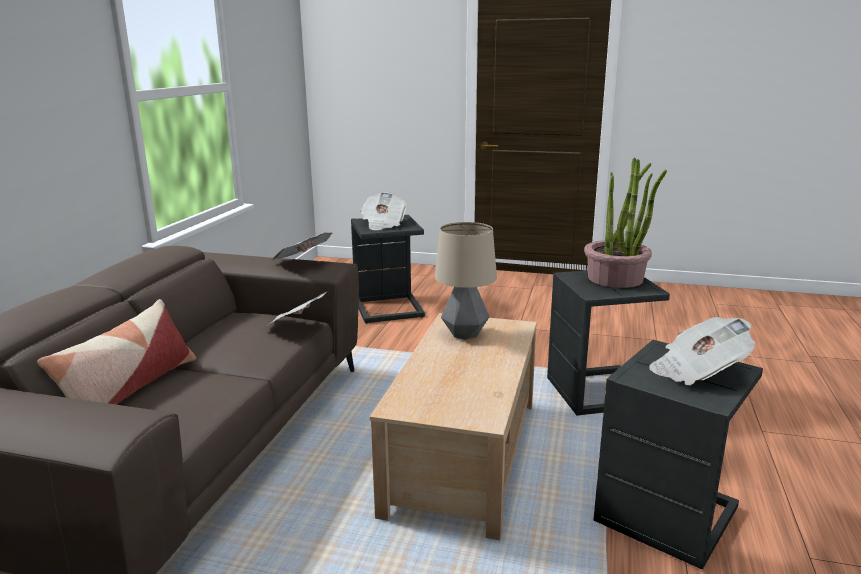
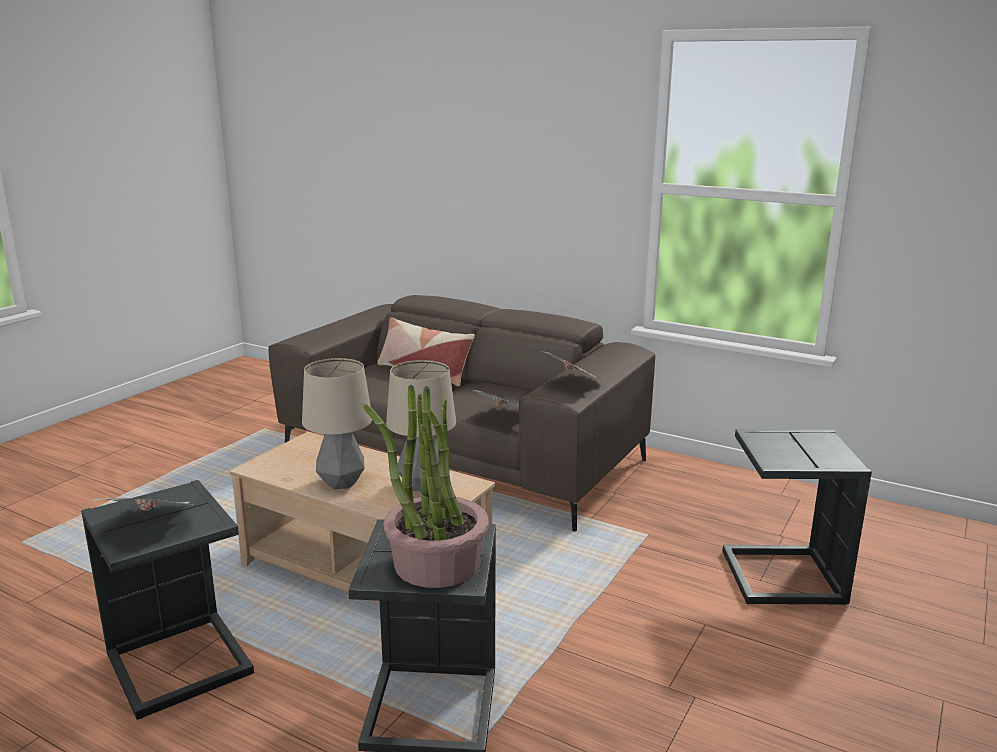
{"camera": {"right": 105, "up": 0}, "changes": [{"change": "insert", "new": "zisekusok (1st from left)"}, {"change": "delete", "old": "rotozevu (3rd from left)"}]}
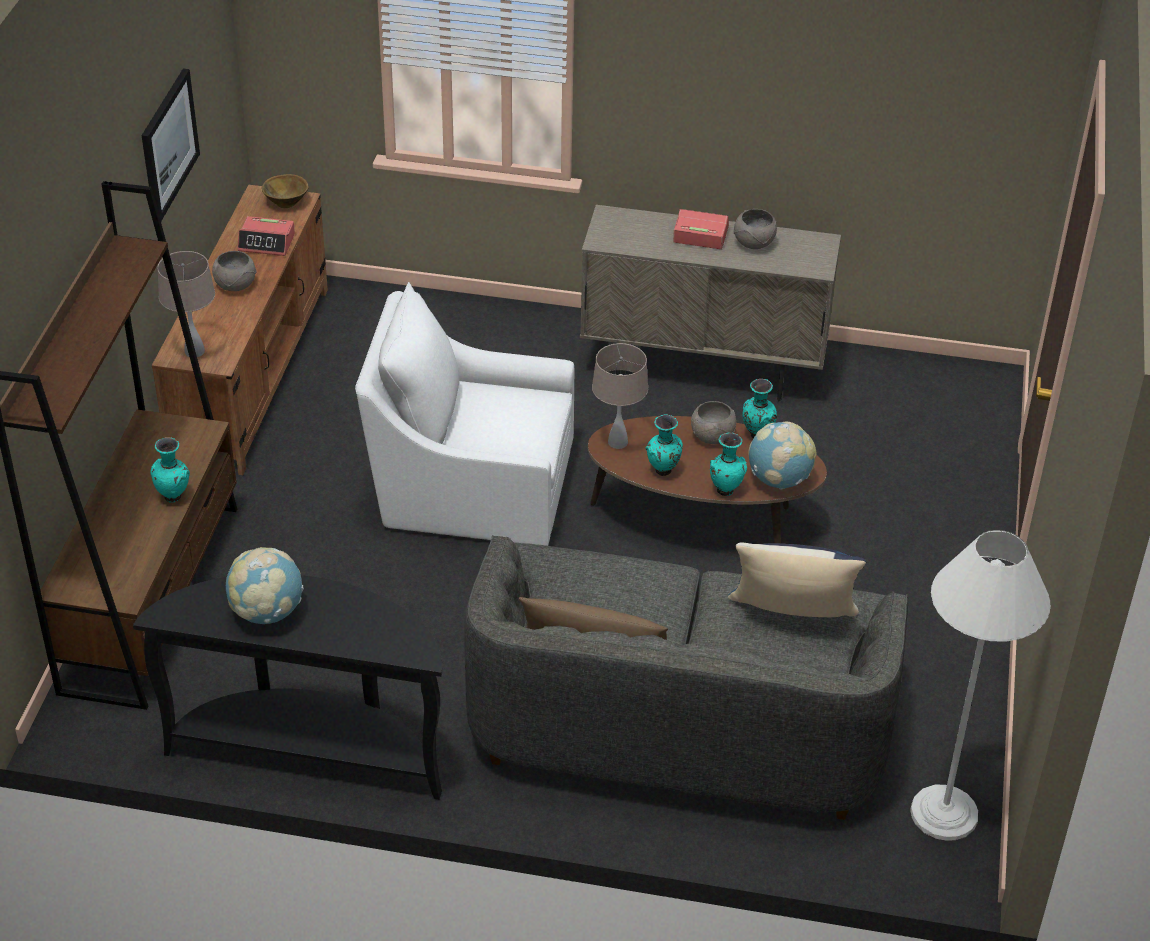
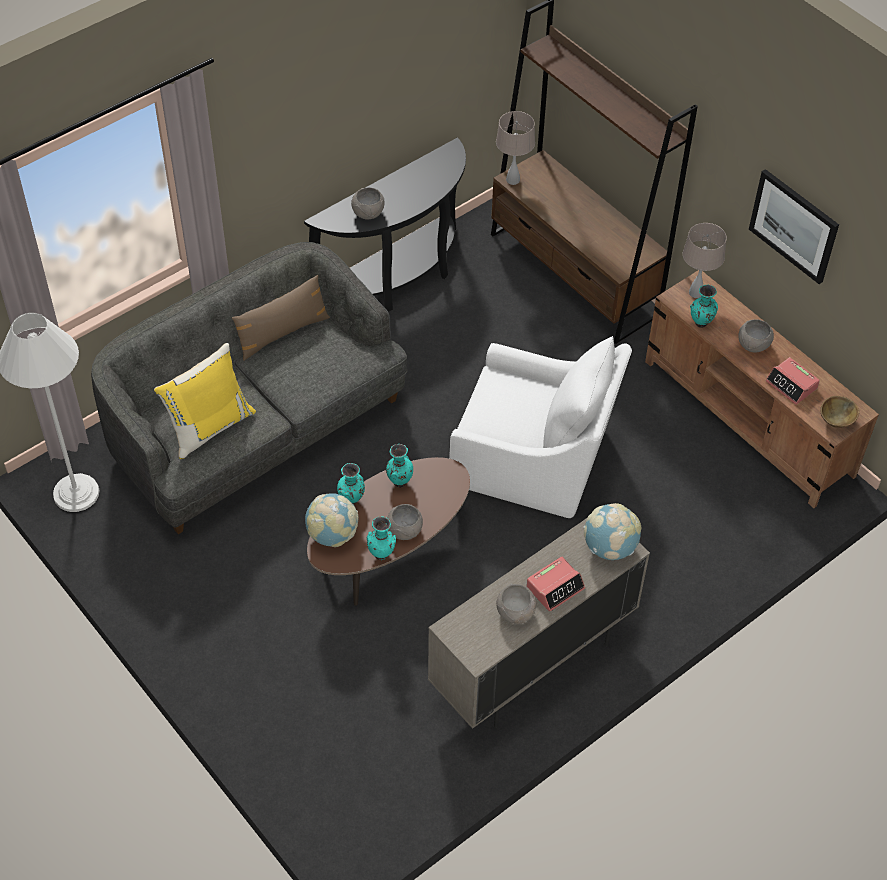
{"camera": {"right": 130, "up": 10}, "changes": [{"change": "recolor", "old": "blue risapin", "new": "yellow risapin"}, {"change": "insert", "new": "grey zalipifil (1st from left)"}, {"change": "rotate", "old": "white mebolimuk", "degrees": 60}, {"change": "move", "old": "beige zisekusok (2nd from left in the first image)", "new": "beige zisekusok (1st from left)"}, {"change": "move", "old": "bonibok (1st from left in the first image)", "new": "bonibok (2nd from left)"}, {"change": "move", "old": "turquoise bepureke (1st from left in the first image)", "new": "turquoise bepureke (4th from left)"}, {"change": "rotate", "old": "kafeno (1st from left in the first image)", "degrees": -90}]}
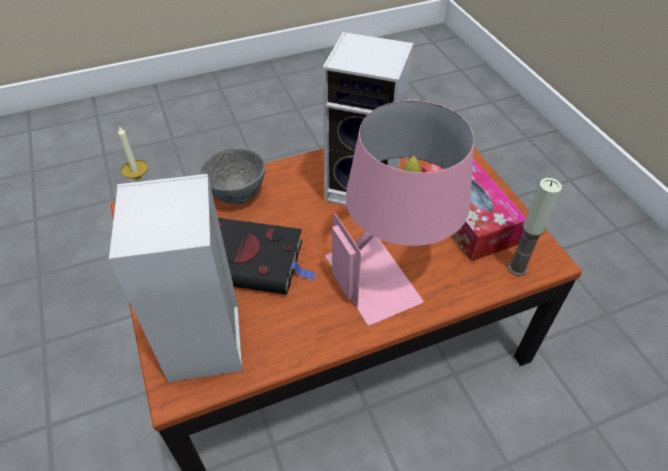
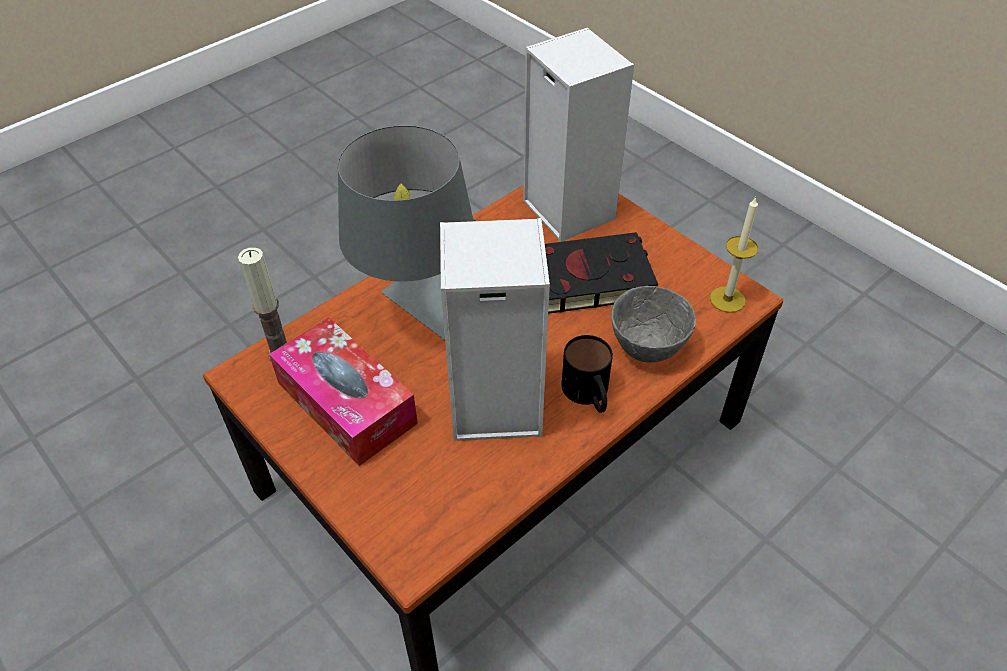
{"camera": {"right": 160, "up": 0}, "changes": [{"change": "recolor", "old": "pink zisekusok", "new": "grey zisekusok"}, {"change": "insert", "new": "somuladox"}]}
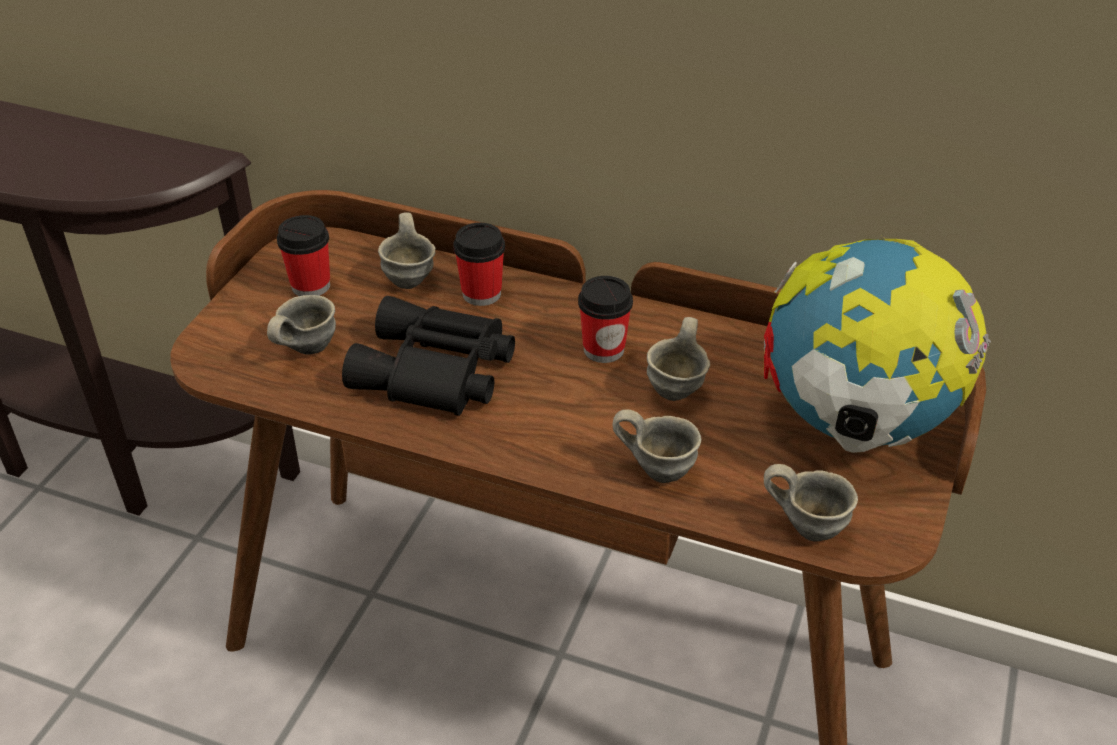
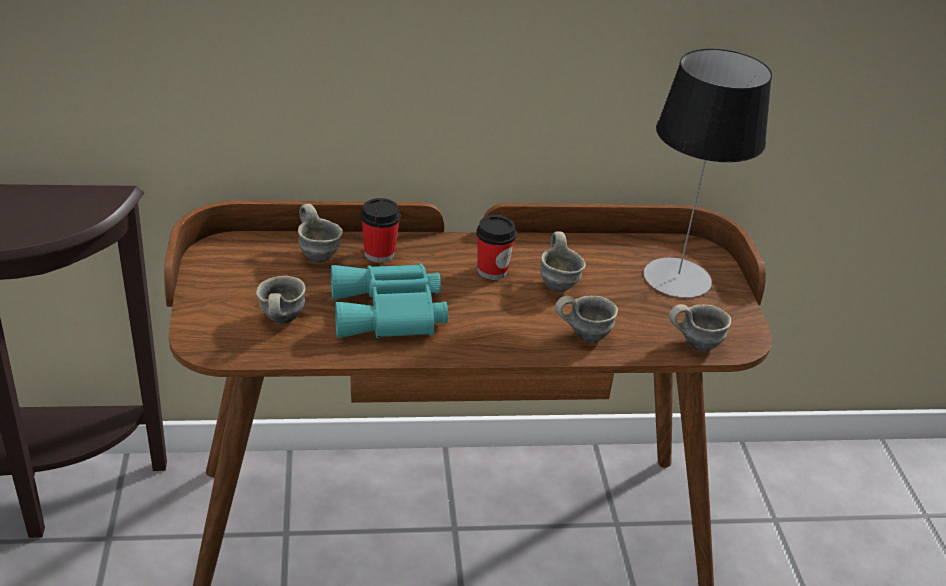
{"camera": {"right": -30, "up": -5}, "changes": [{"change": "recolor", "old": "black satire", "new": "turquoise satire"}, {"change": "replace", "old": "bonibok", "new": "zisekusok"}, {"change": "delete", "old": "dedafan (1st from left)"}]}
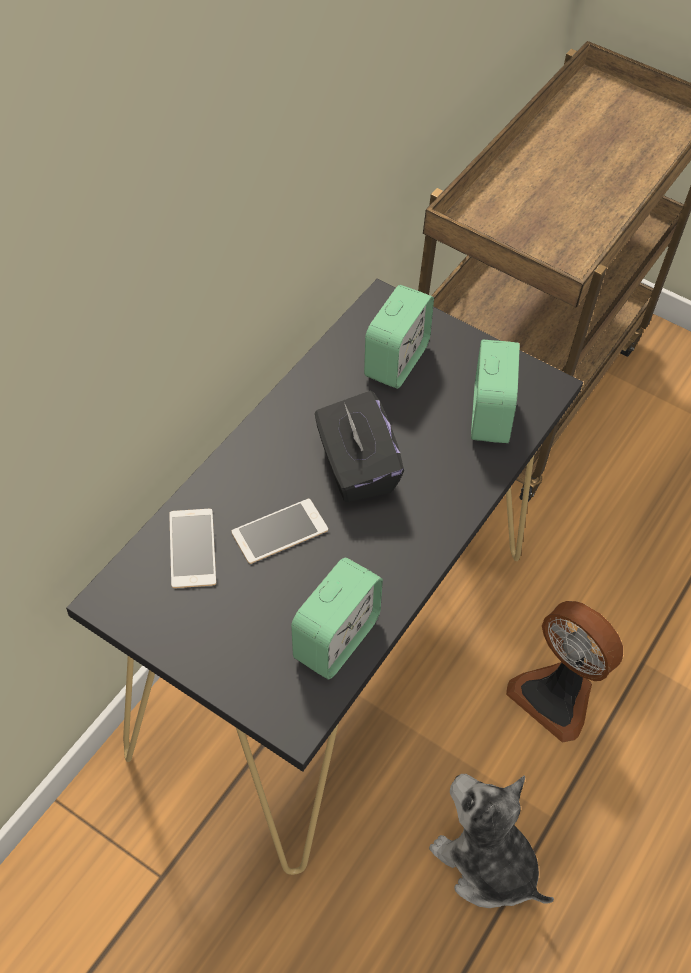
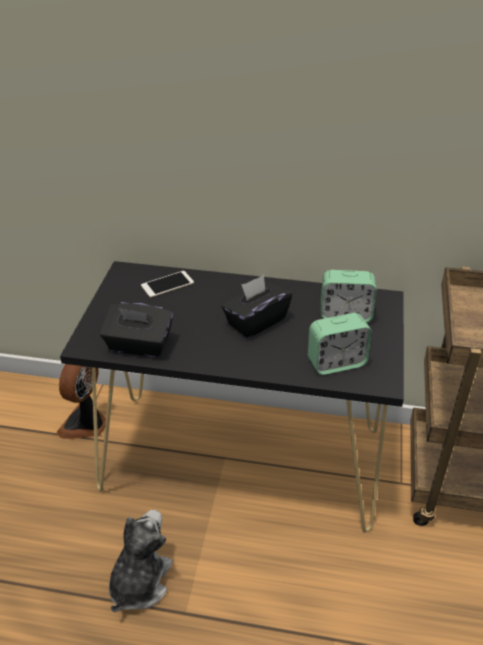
{"camera": {"right": 70, "up": -15}, "changes": [{"change": "move", "old": "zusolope"}, {"change": "replace", "old": "kafeno (1st from left)", "new": "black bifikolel (1st from left)"}, {"change": "delete", "old": "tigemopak (2nd from left)"}]}
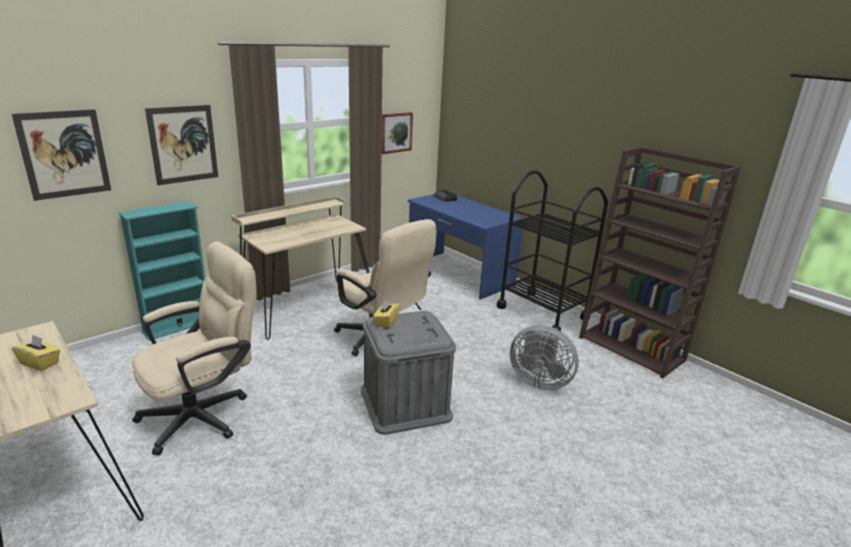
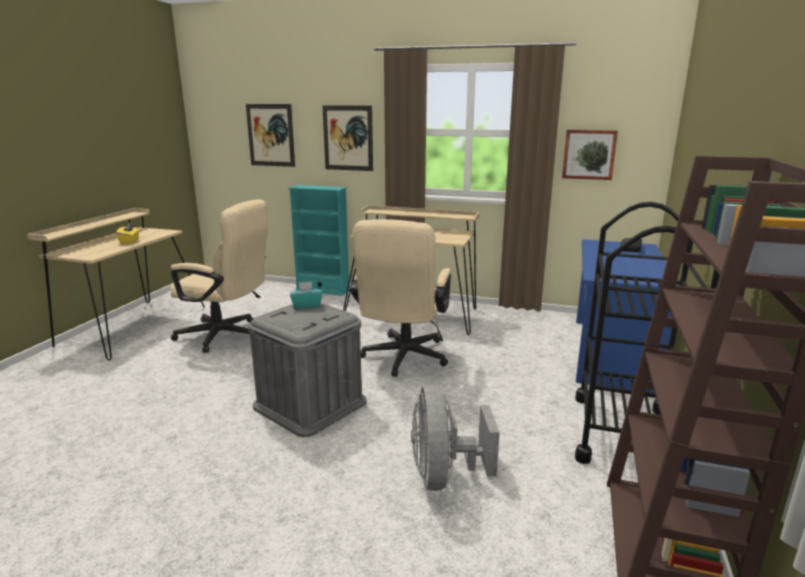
{"camera": {"right": 60, "up": -5}, "changes": [{"change": "recolor", "old": "yellow bifikolel (2nd from left)", "new": "turquoise bifikolel"}]}
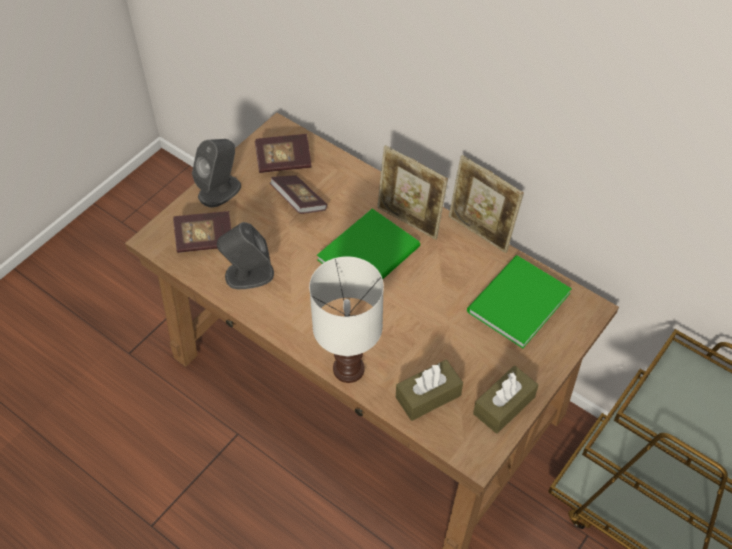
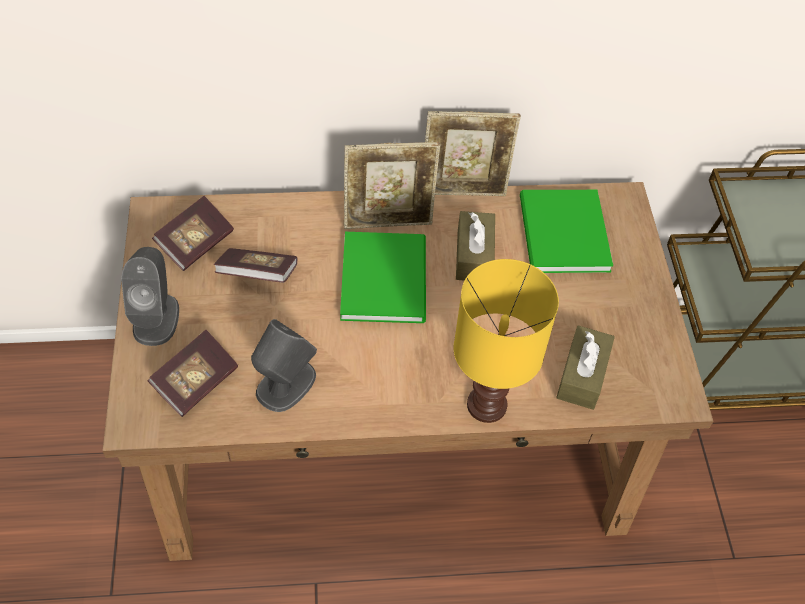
{"camera": {"right": -45, "up": 0}, "changes": [{"change": "recolor", "old": "white zisekusok", "new": "yellow zisekusok"}, {"change": "move", "old": "brown bifikolel (2nd from left in the first image)", "new": "brown bifikolel (1st from left)"}]}
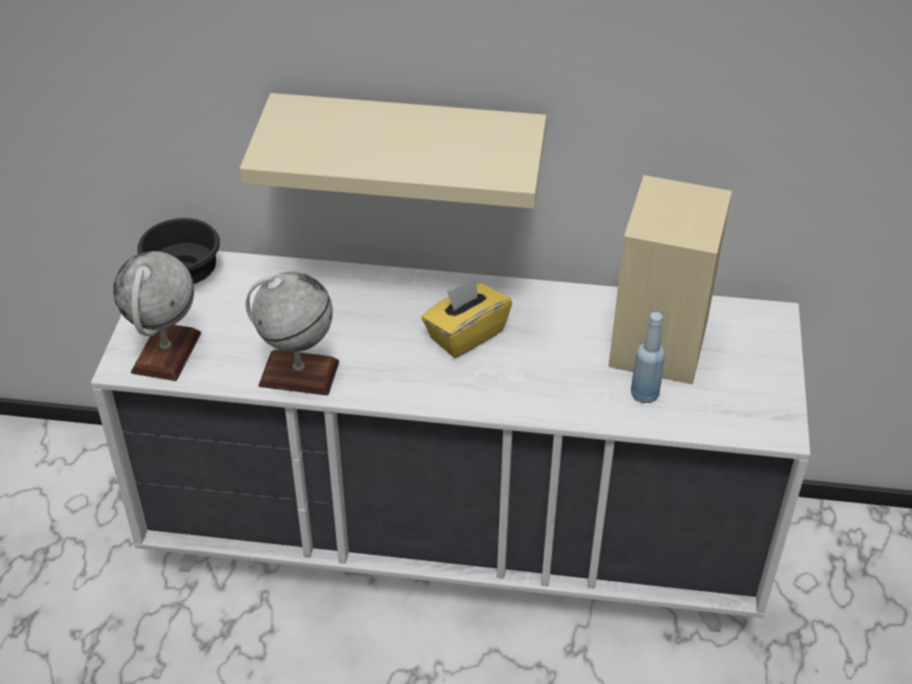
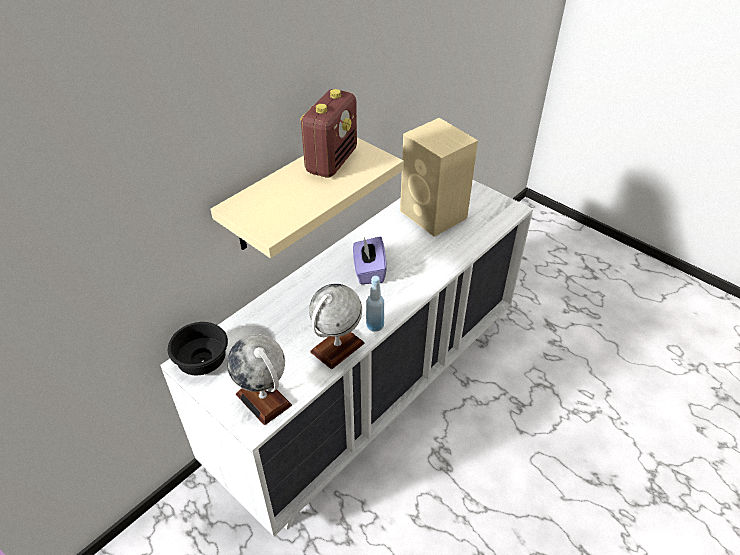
{"camera": {"right": -55, "up": 0}, "changes": [{"change": "insert", "new": "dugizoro"}, {"change": "recolor", "old": "yellow bifikolel", "new": "purple bifikolel"}, {"change": "move", "old": "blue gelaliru"}]}
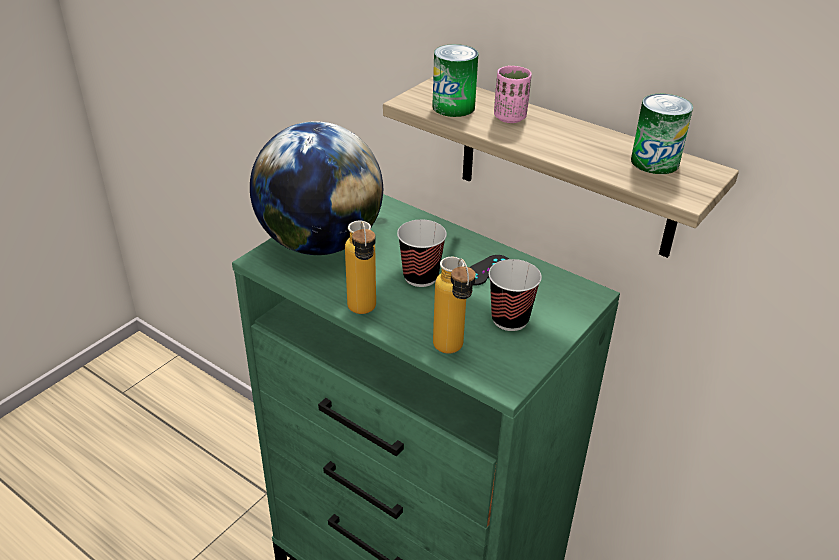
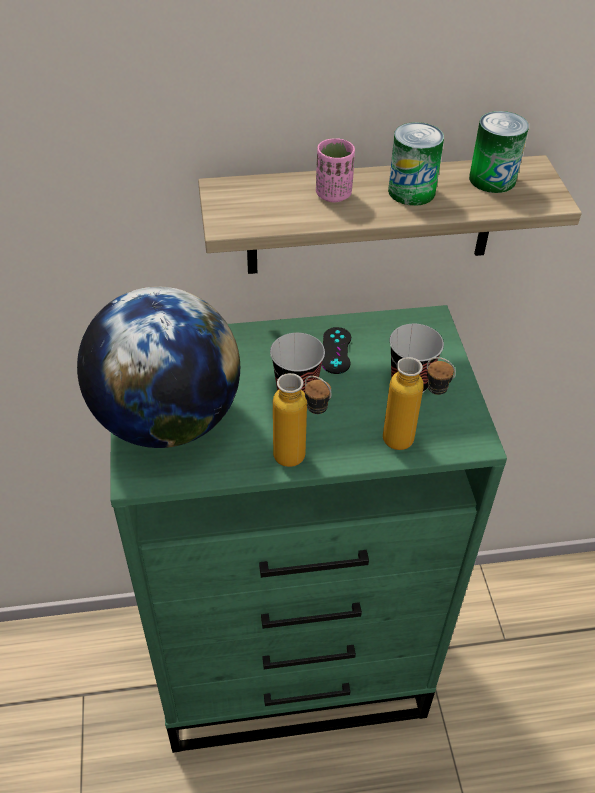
{"camera": {"right": -45, "up": 10}, "changes": [{"change": "move", "old": "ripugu (1st from left)"}]}
